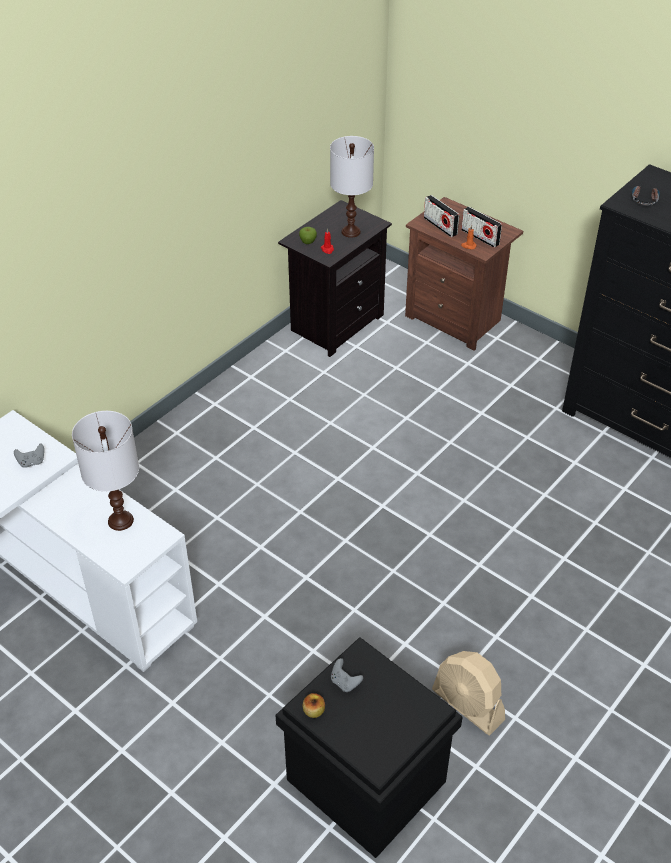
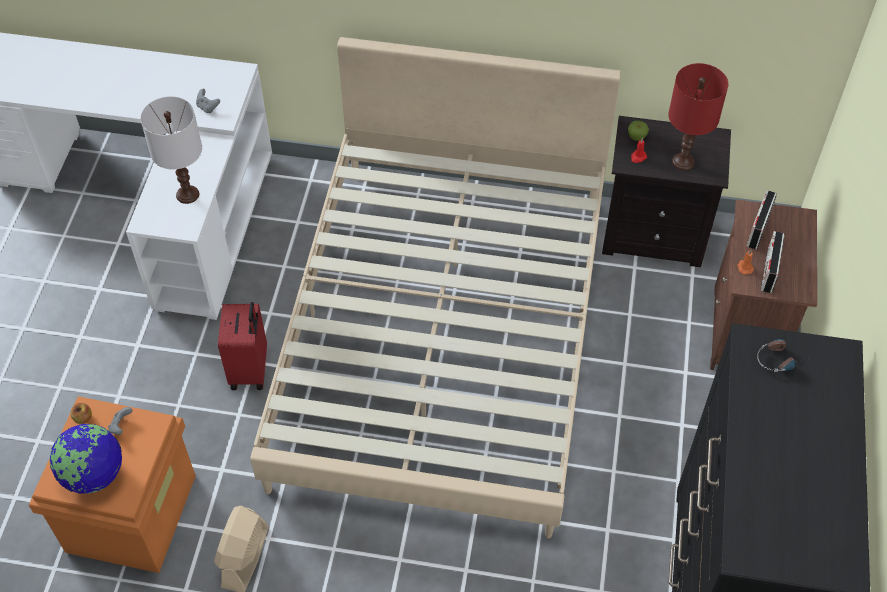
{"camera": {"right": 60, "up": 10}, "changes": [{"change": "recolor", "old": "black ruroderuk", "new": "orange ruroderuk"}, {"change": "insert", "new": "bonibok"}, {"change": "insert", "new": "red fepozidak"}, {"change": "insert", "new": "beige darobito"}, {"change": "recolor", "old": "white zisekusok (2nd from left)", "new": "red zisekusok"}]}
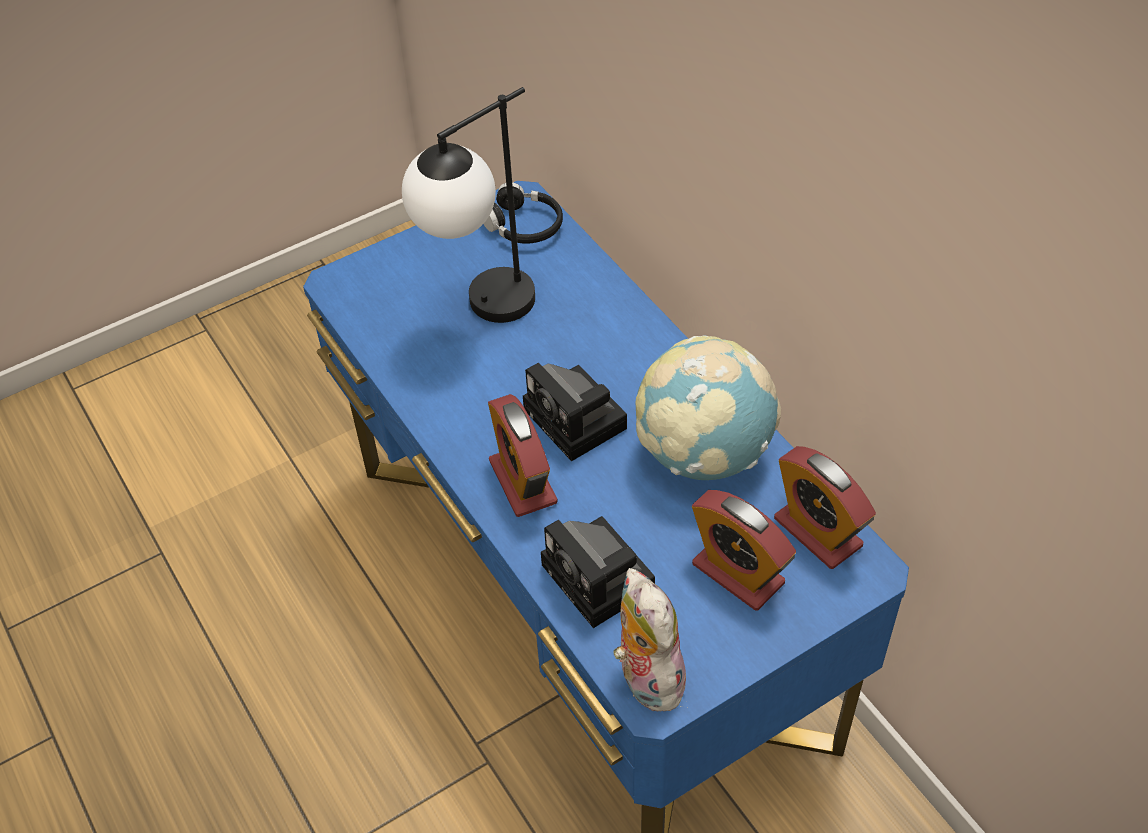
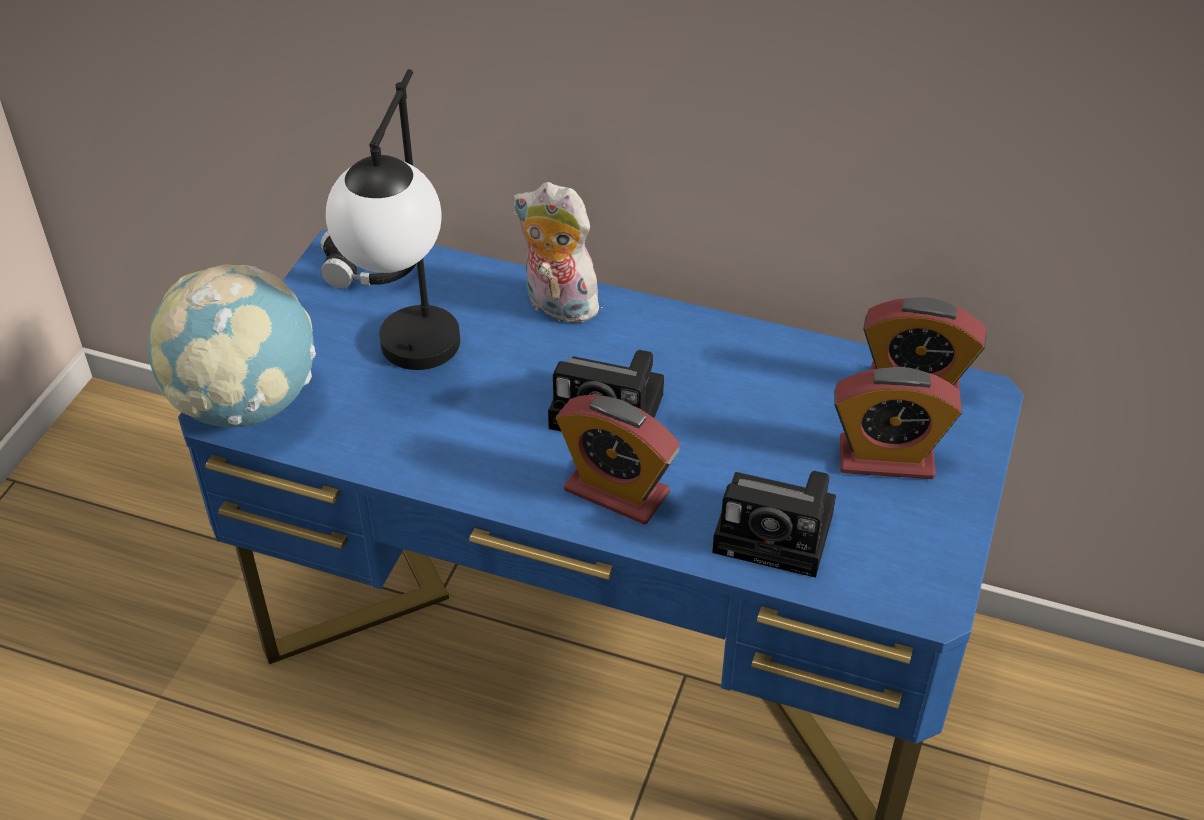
{"camera": {"right": -40, "up": -5}, "changes": [{"change": "move", "old": "bonibok"}, {"change": "move", "old": "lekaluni"}]}
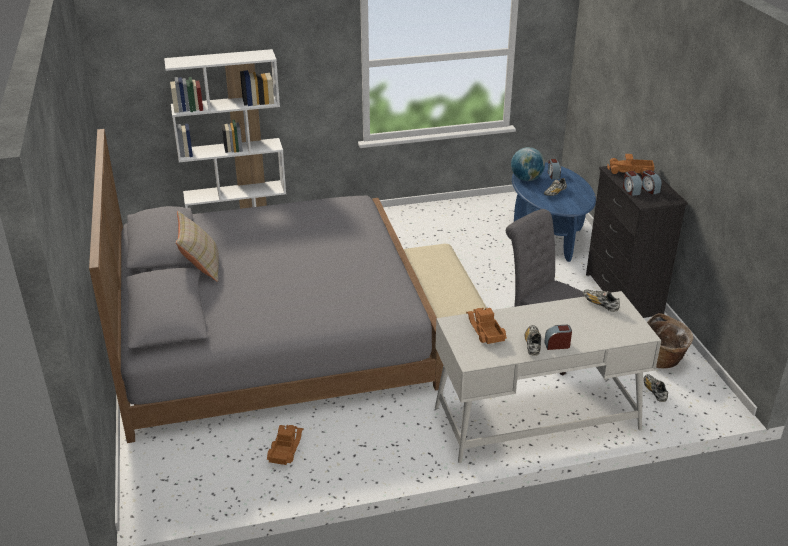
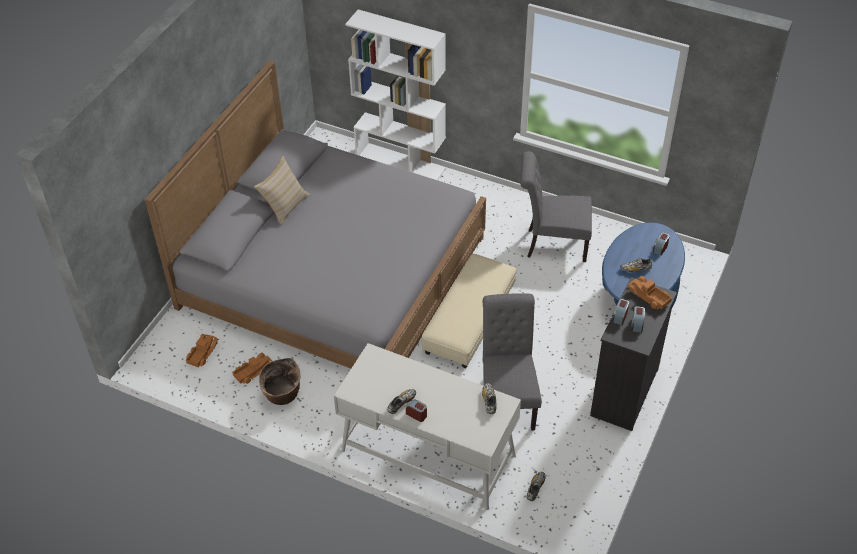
{"camera": {"right": 40, "up": 15}, "changes": [{"change": "move", "old": "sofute (2nd from left in the first image)", "new": "sofute (1st from left)"}, {"change": "move", "old": "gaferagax"}, {"change": "insert", "new": "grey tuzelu (2nd from left)"}, {"change": "delete", "old": "bonibok"}]}
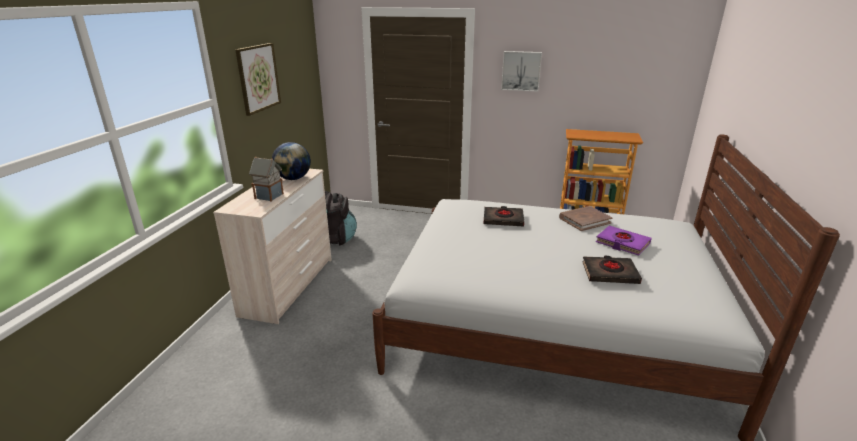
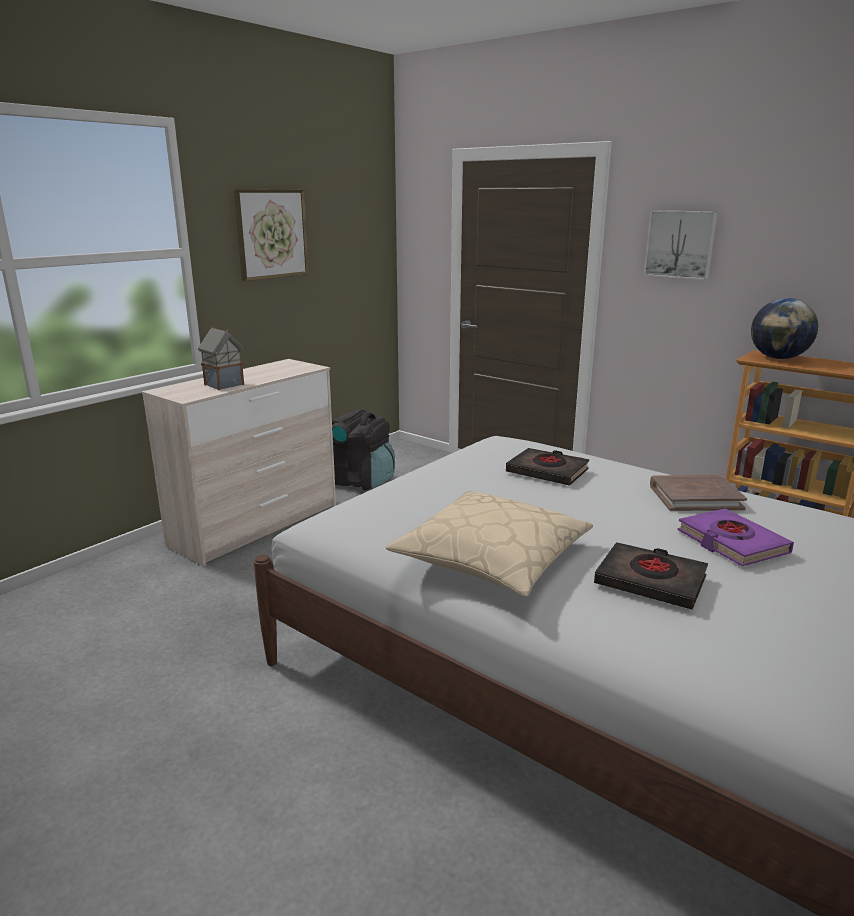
{"camera": {"right": 25, "up": -5}, "changes": [{"change": "insert", "new": "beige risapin"}, {"change": "move", "old": "bonibok"}]}
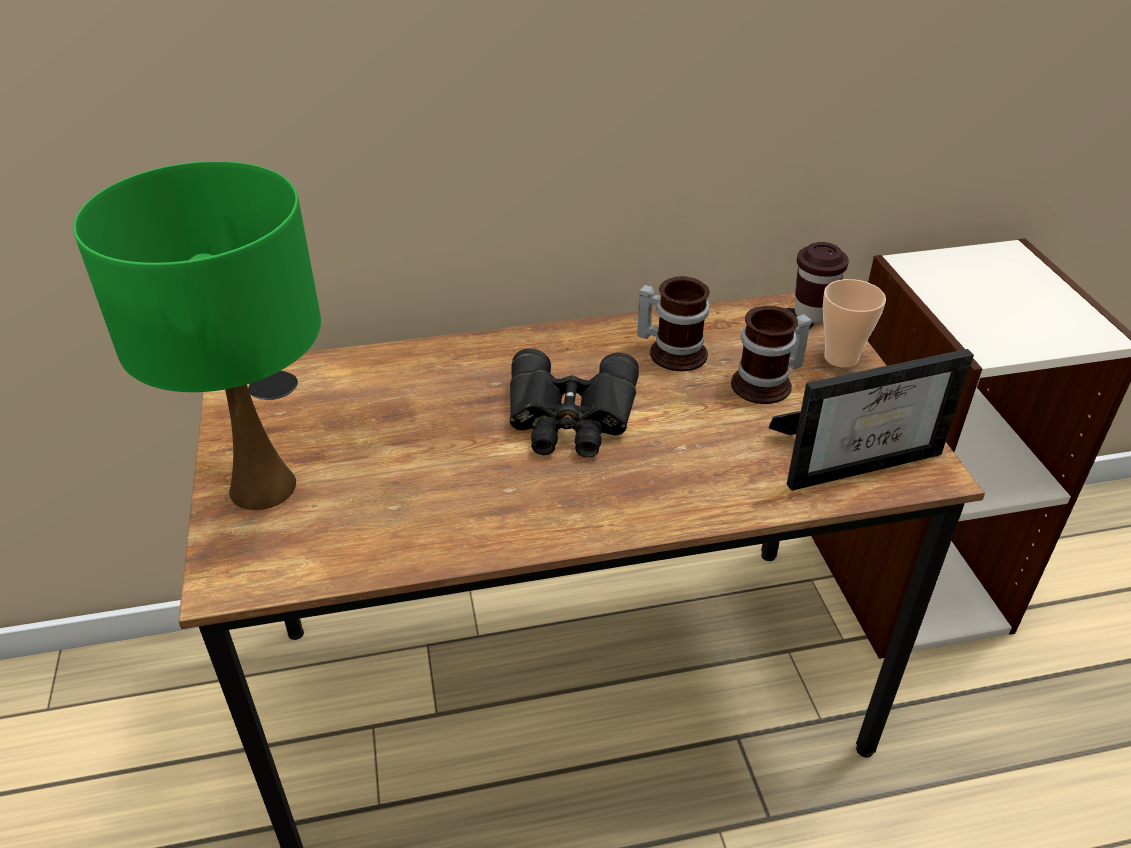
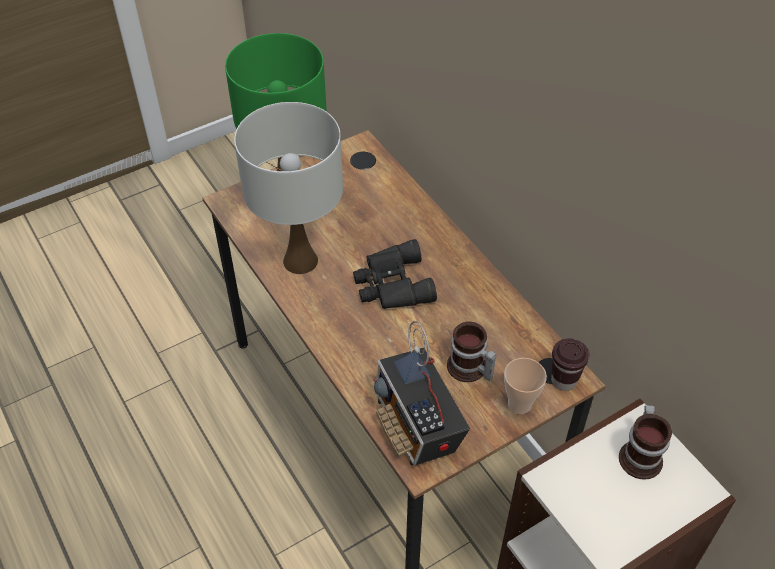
{"camera": {"right": 70, "up": 10}, "changes": [{"change": "insert", "new": "white zisekusok"}, {"change": "replace", "old": "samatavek", "new": "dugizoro"}, {"change": "move", "old": "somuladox (1st from left in the first image)", "new": "somuladox (2nd from left)"}]}
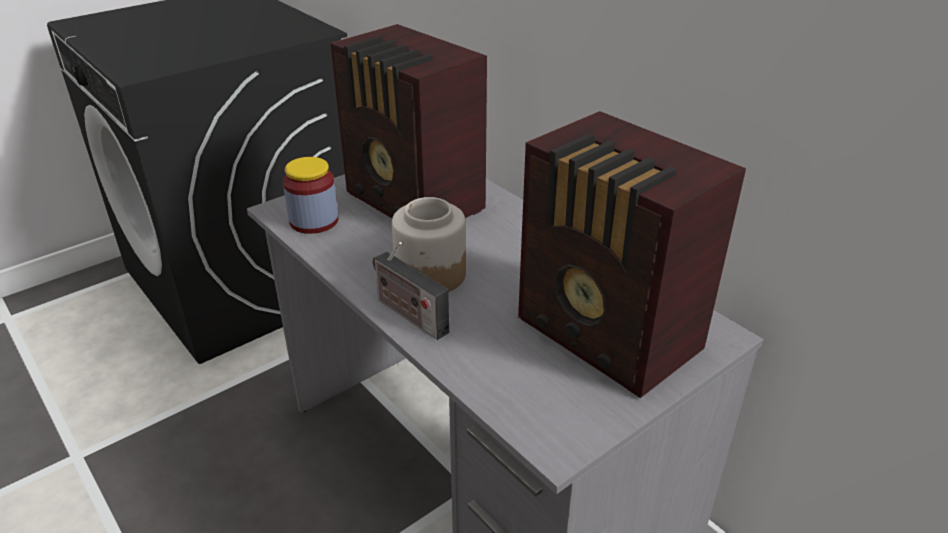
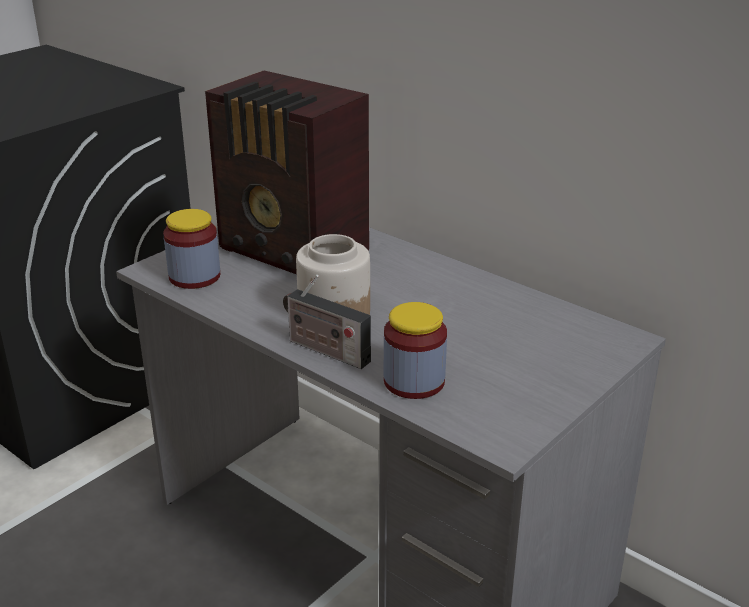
{"camera": {"right": -10, "up": -5}, "changes": [{"change": "insert", "new": "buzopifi (3rd from left)"}, {"change": "delete", "old": "dugizoro (3rd from left)"}]}
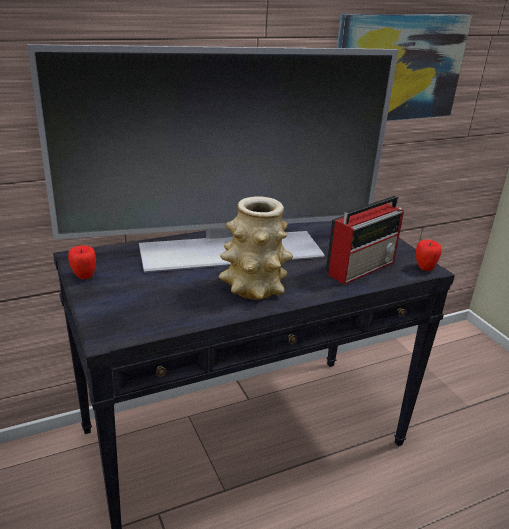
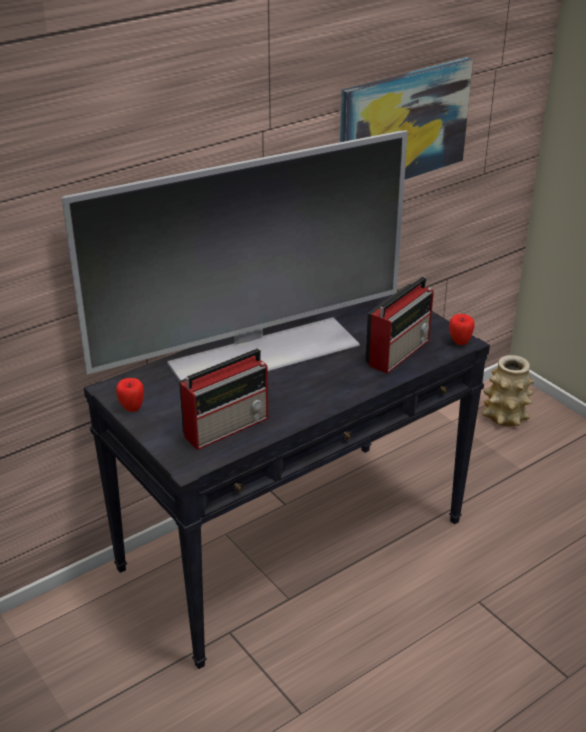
{"camera": {"right": -10, "up": 5}, "changes": [{"change": "insert", "new": "dugizoro (1st from left)"}, {"change": "move", "old": "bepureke"}]}
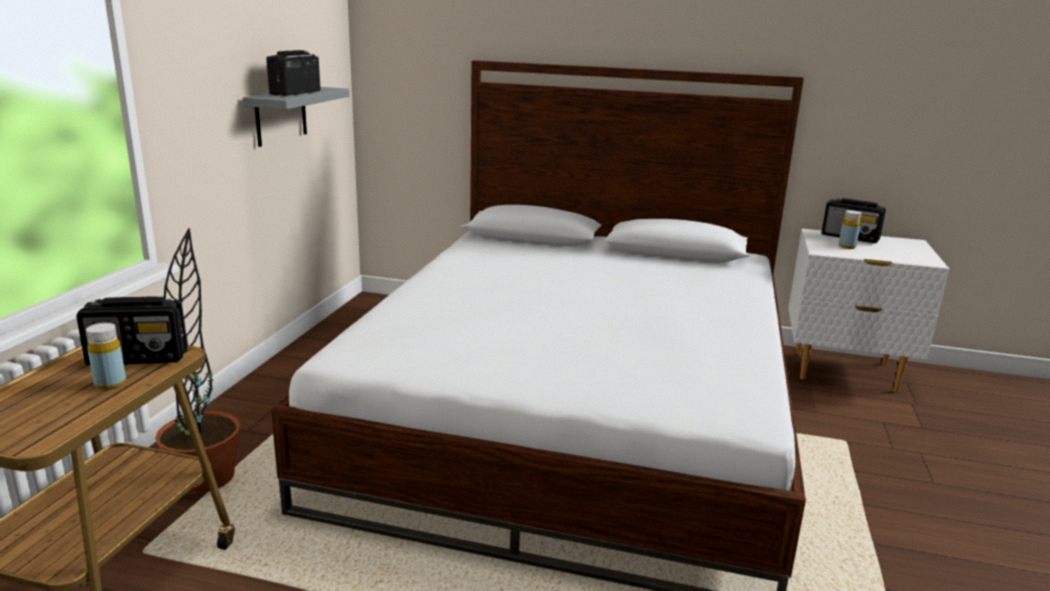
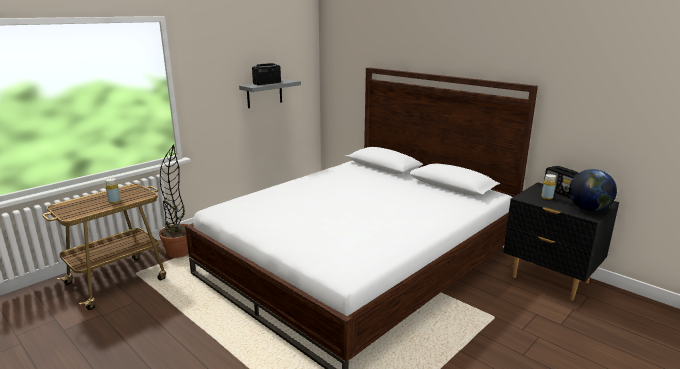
{"camera": {"right": 30, "up": 0}, "changes": [{"change": "recolor", "old": "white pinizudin", "new": "black pinizudin"}, {"change": "insert", "new": "bonibok"}, {"change": "delete", "old": "dugizoro (1st from left)"}]}
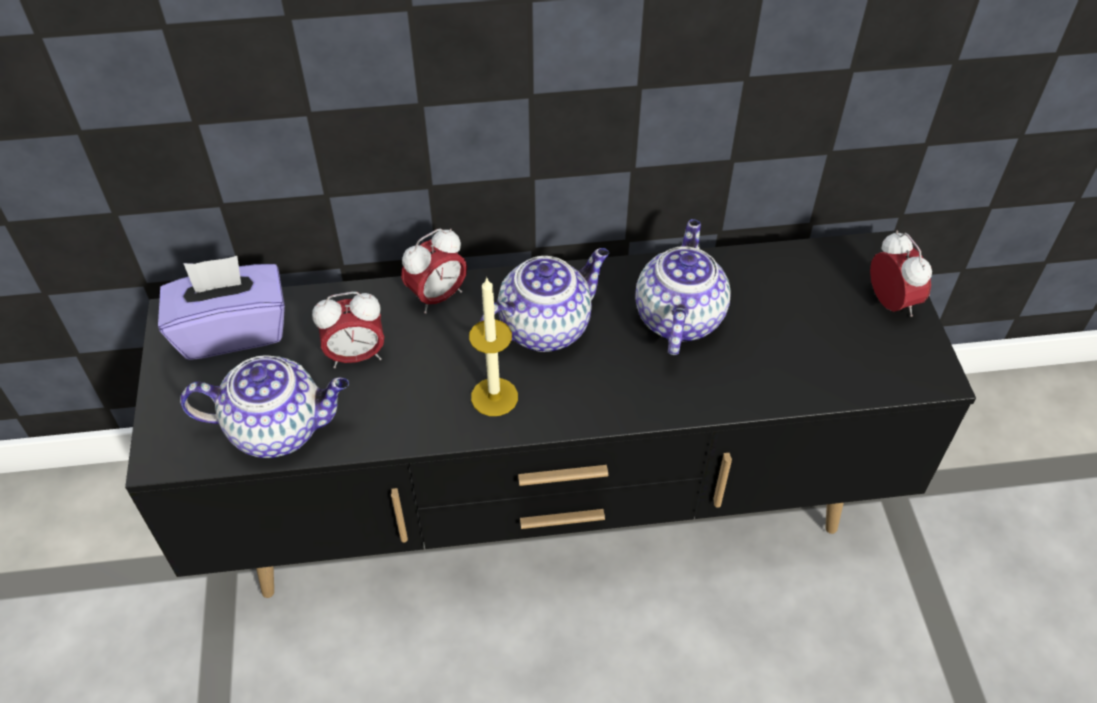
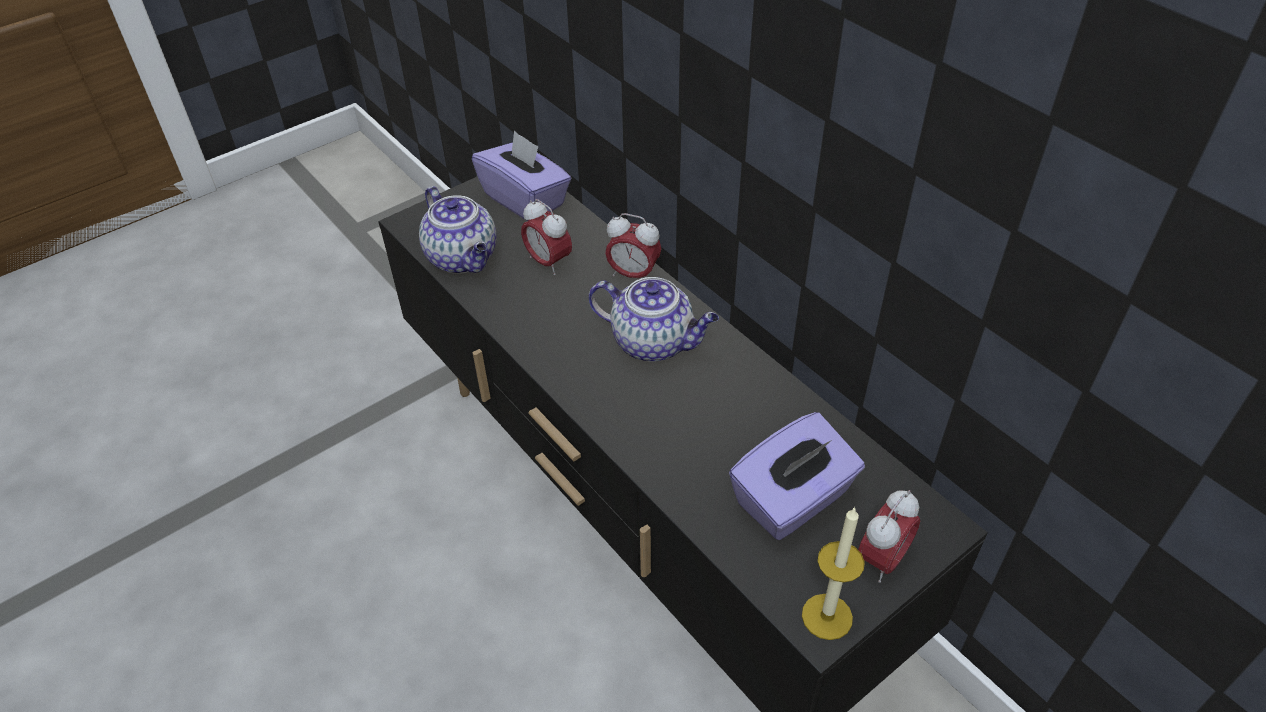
{"camera": {"right": 60, "up": -5}, "changes": [{"change": "insert", "new": "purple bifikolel (2nd from left)"}, {"change": "move", "old": "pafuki"}, {"change": "delete", "old": "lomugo (3rd from left)"}]}
